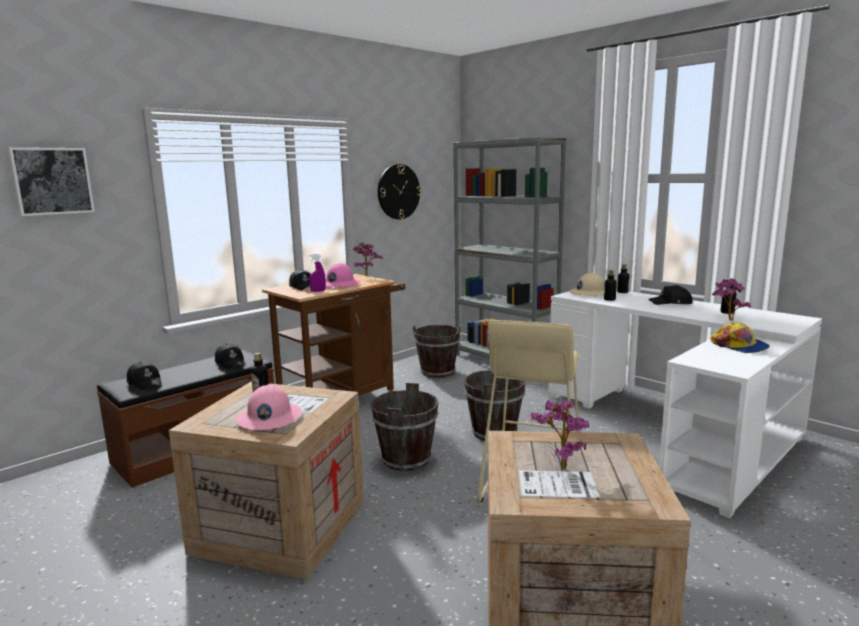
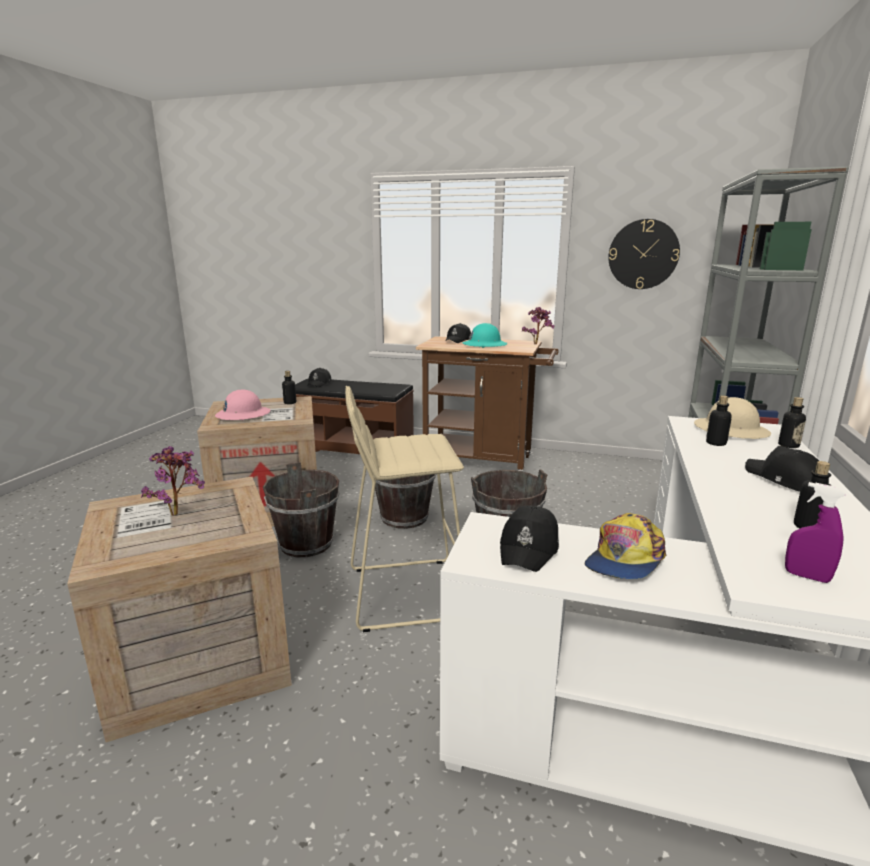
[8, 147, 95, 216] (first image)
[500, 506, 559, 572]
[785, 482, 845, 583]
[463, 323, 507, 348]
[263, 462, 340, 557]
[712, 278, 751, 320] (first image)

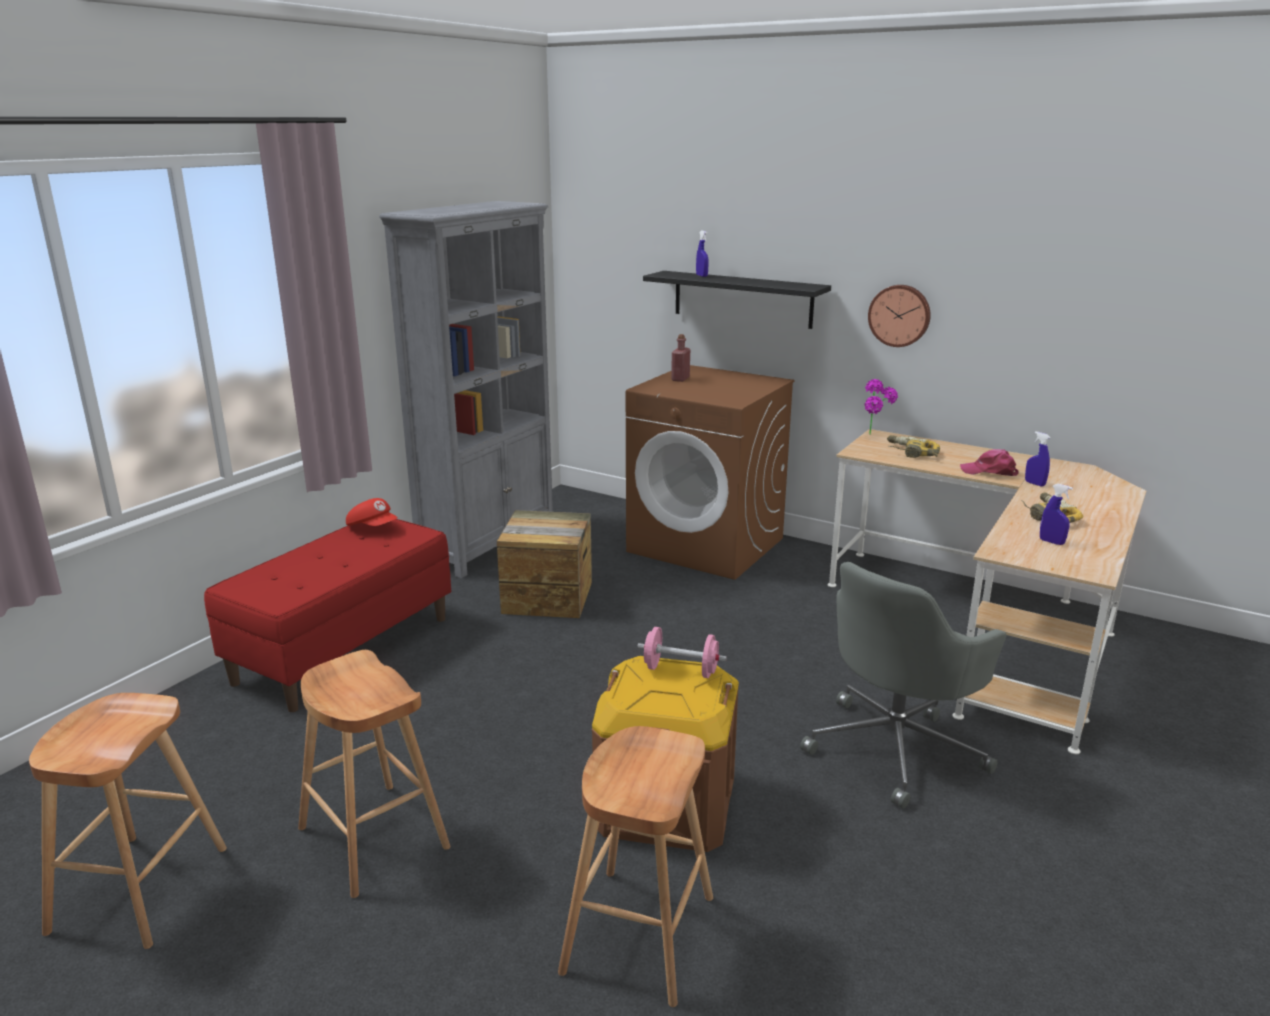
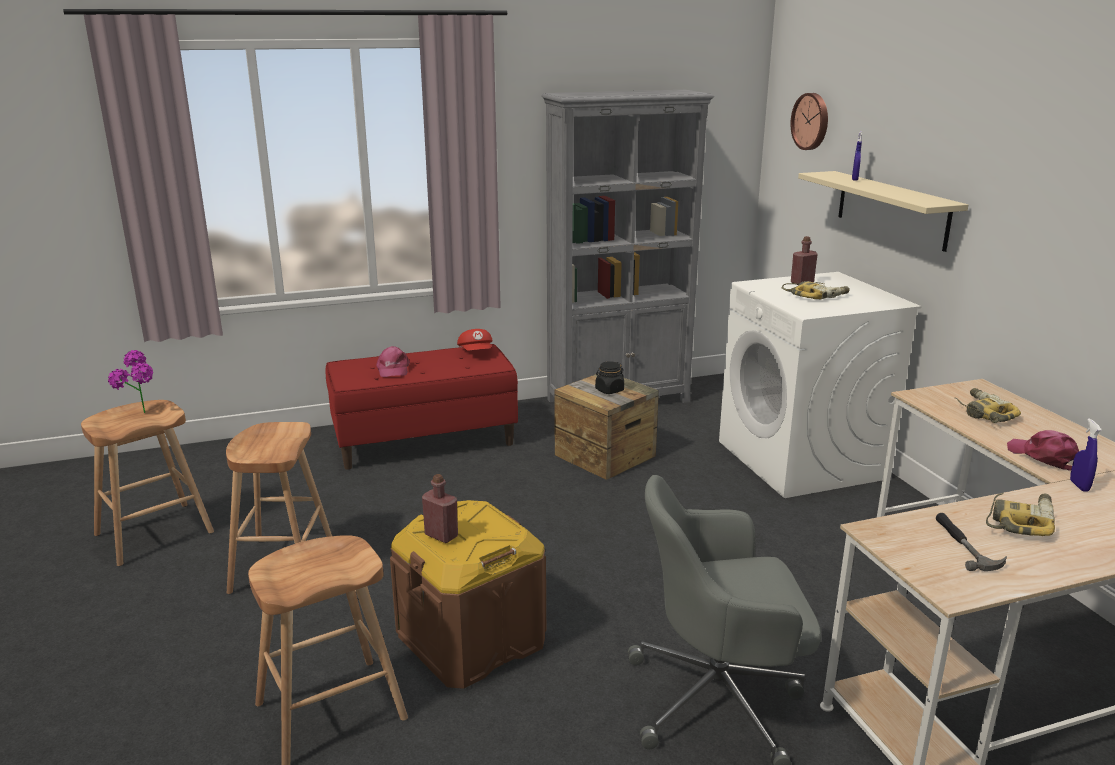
[719, 272, 922, 498]
[637, 627, 727, 678] (first image)
[798, 171, 968, 252]
[108, 350, 153, 413]
[791, 93, 828, 150]
[936, 513, 1007, 571]
[376, 346, 410, 377]
[422, 474, 458, 543]
[595, 361, 624, 394]
[782, 281, 850, 300]

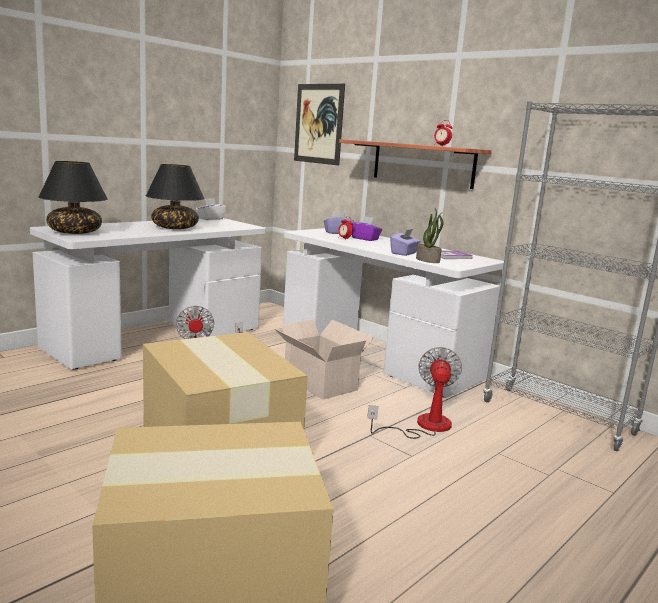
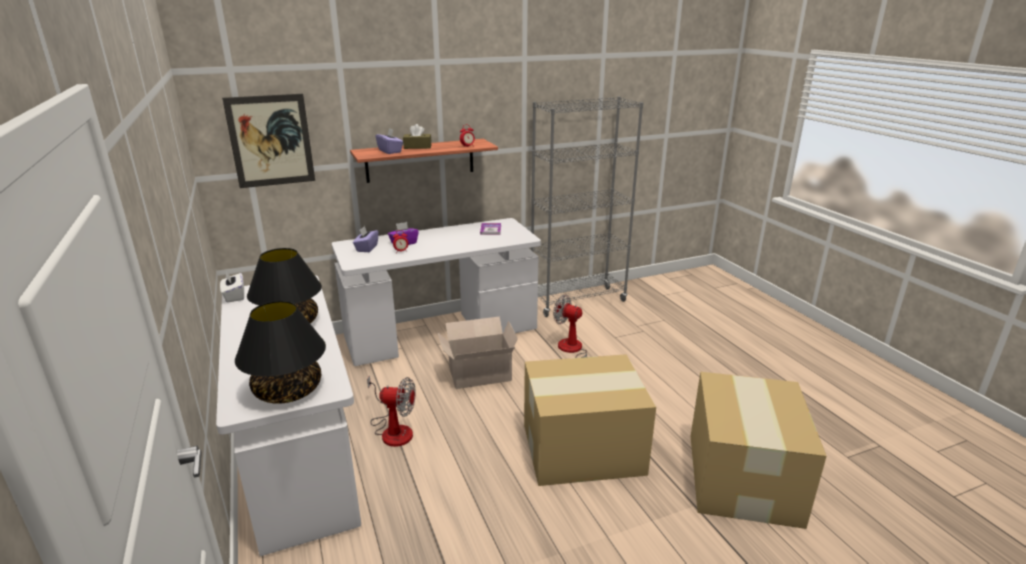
[375, 128, 403, 154]
[416, 208, 443, 263] (first image)
[403, 124, 431, 149]

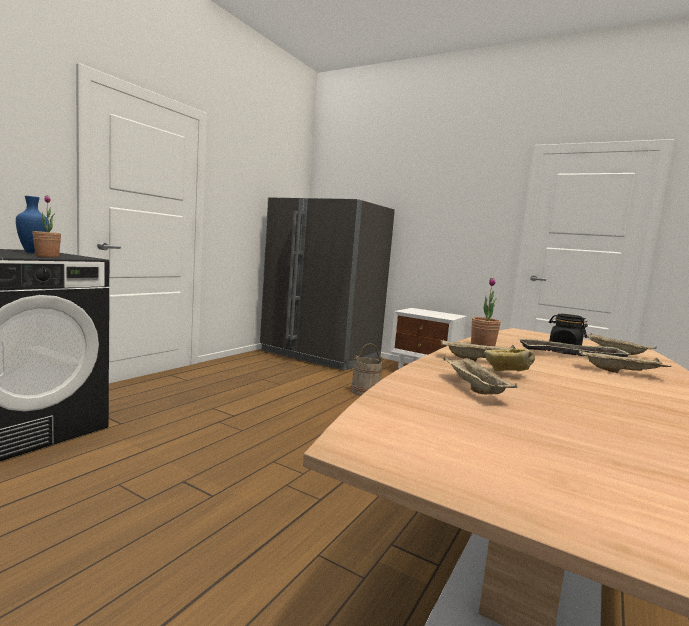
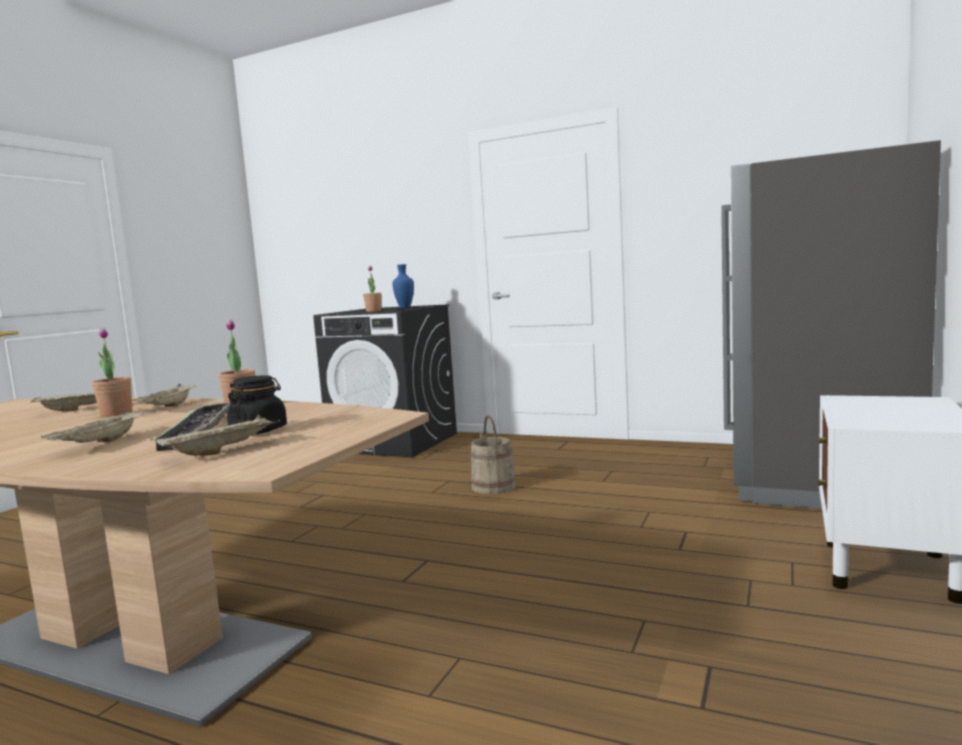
[471, 415, 516, 494]
[92, 328, 132, 417]

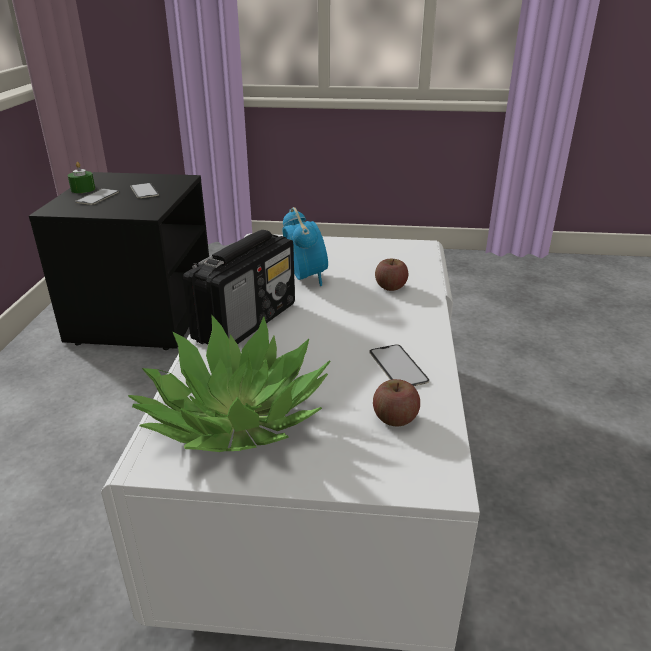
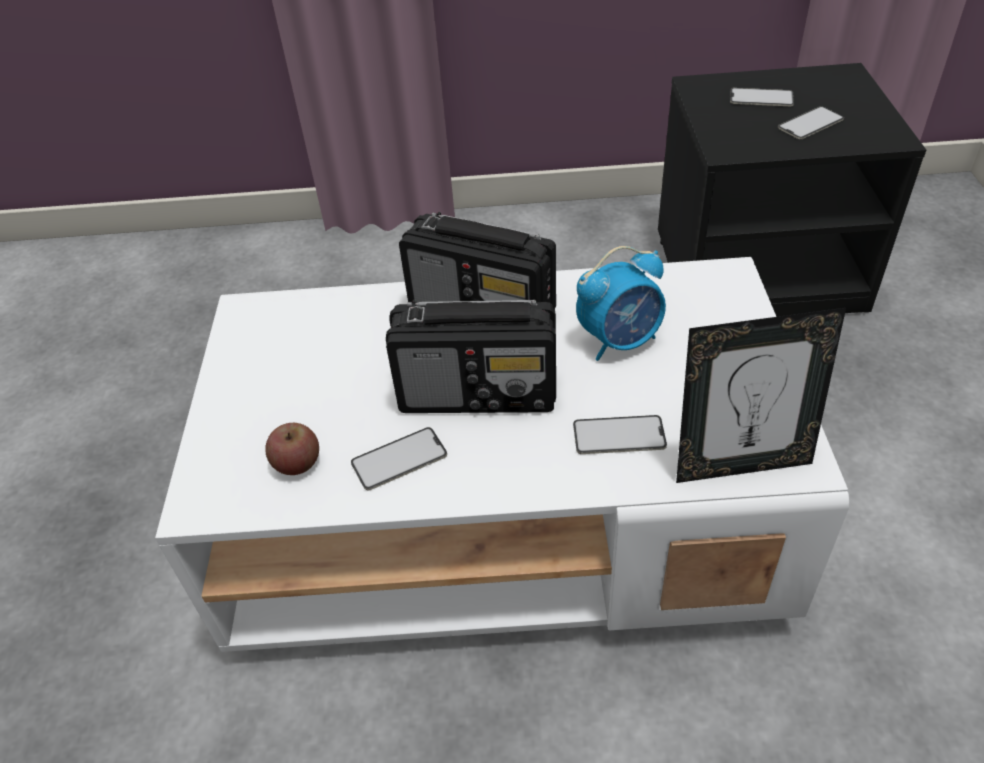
[68, 162, 95, 193] (first image)
[128, 314, 331, 452] (first image)
[573, 415, 667, 454]
[386, 300, 556, 413]
[676, 308, 846, 483]

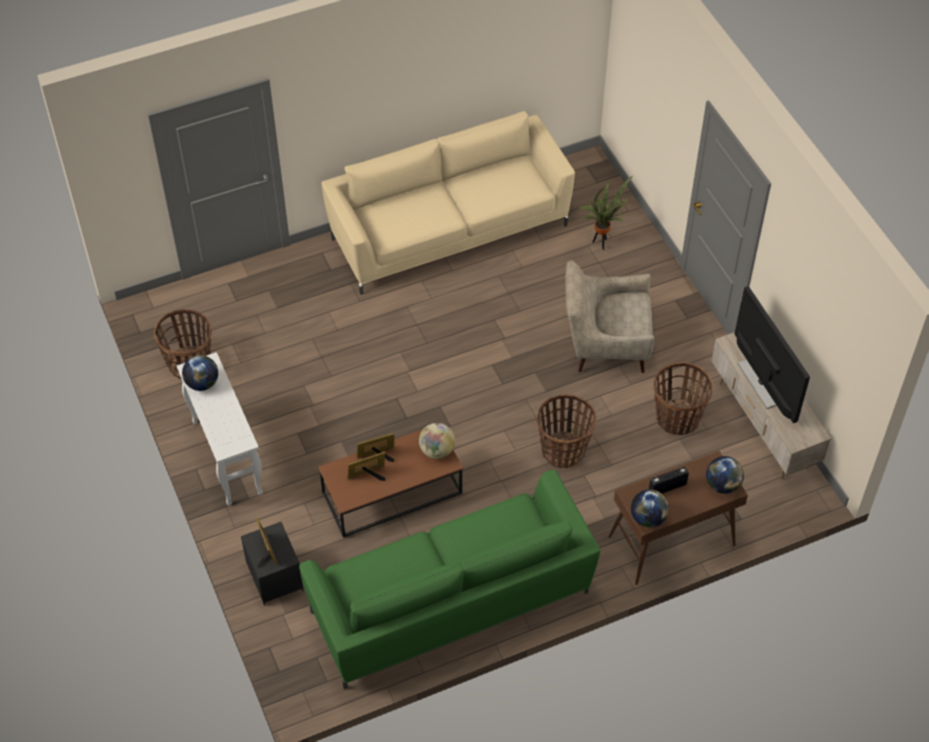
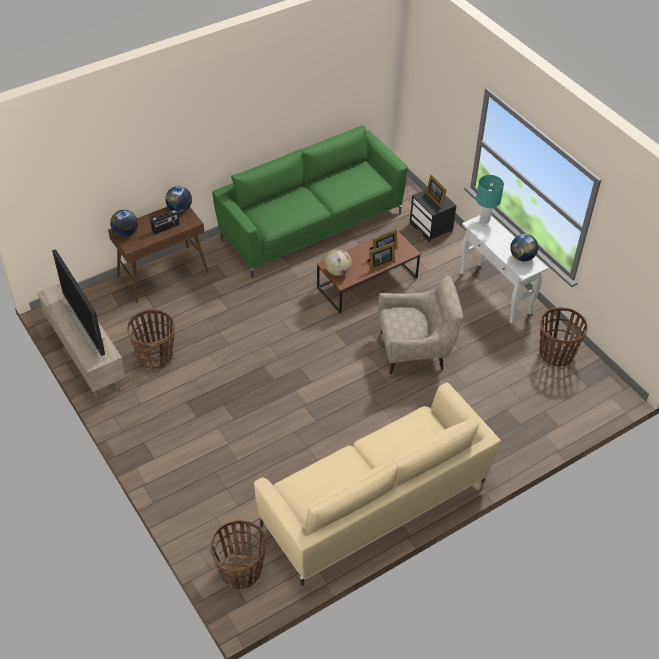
[210, 520, 266, 589]
[378, 276, 463, 375]
[580, 176, 632, 250] (first image)
[476, 175, 504, 223]

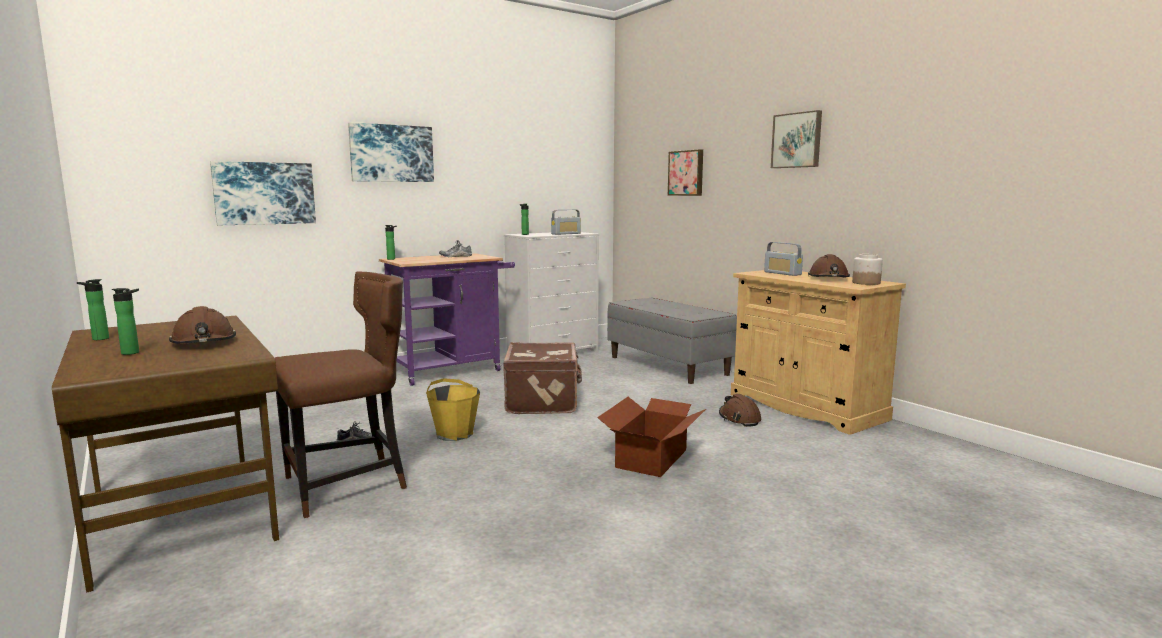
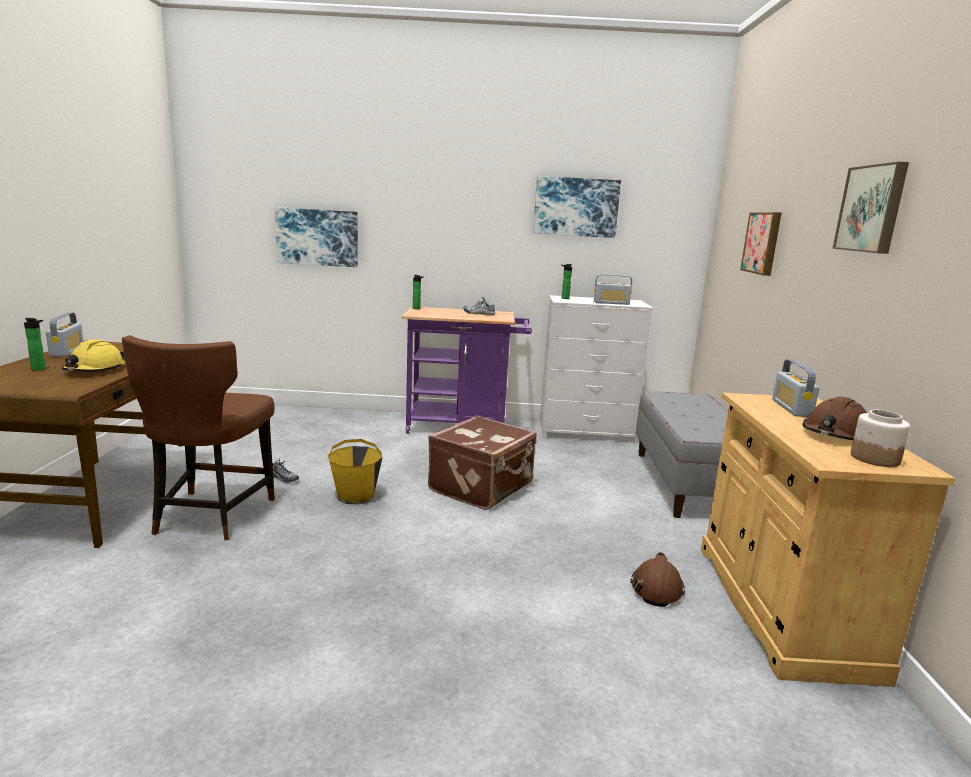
[46, 312, 84, 357]
[62, 340, 125, 371]
[122, 335, 275, 540]
[533, 176, 621, 238]
[597, 397, 706, 477] (first image)

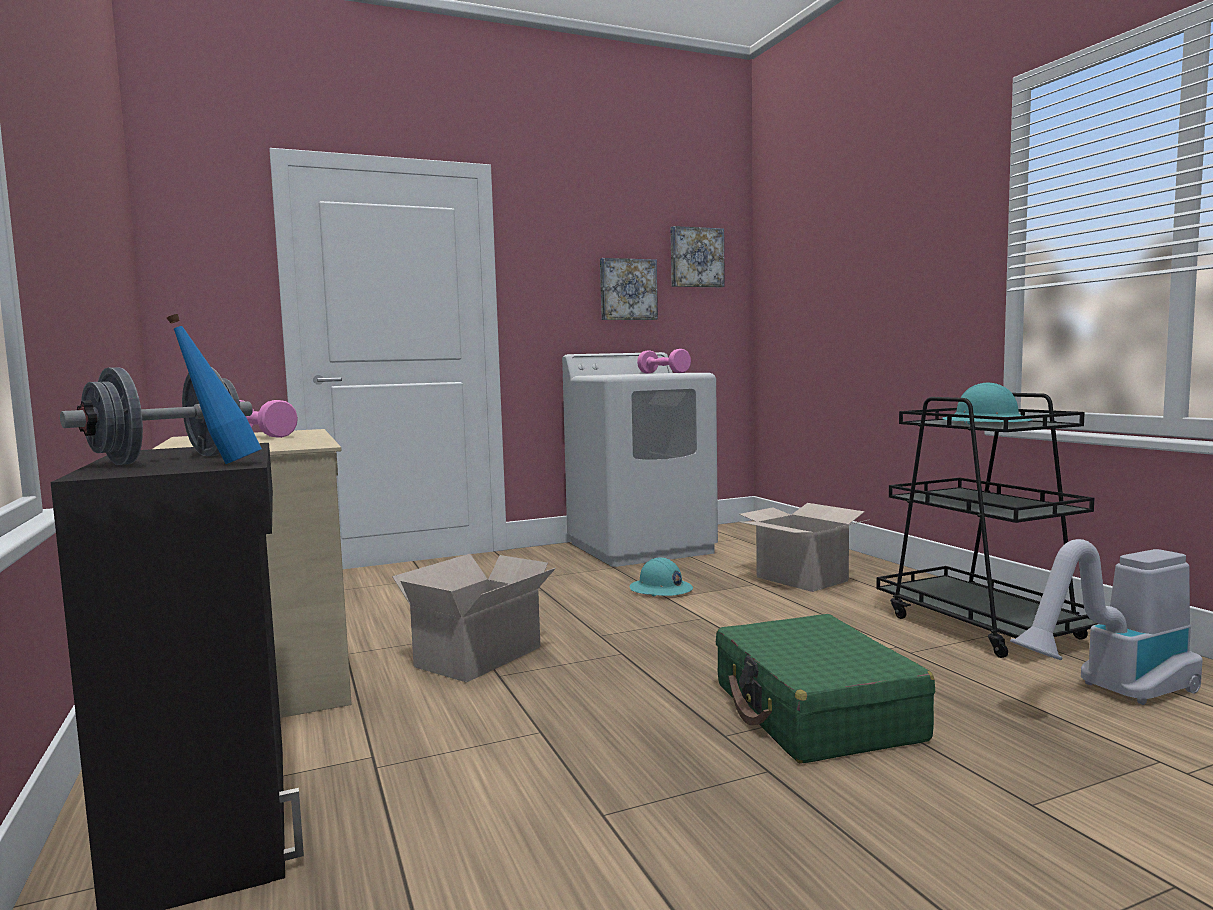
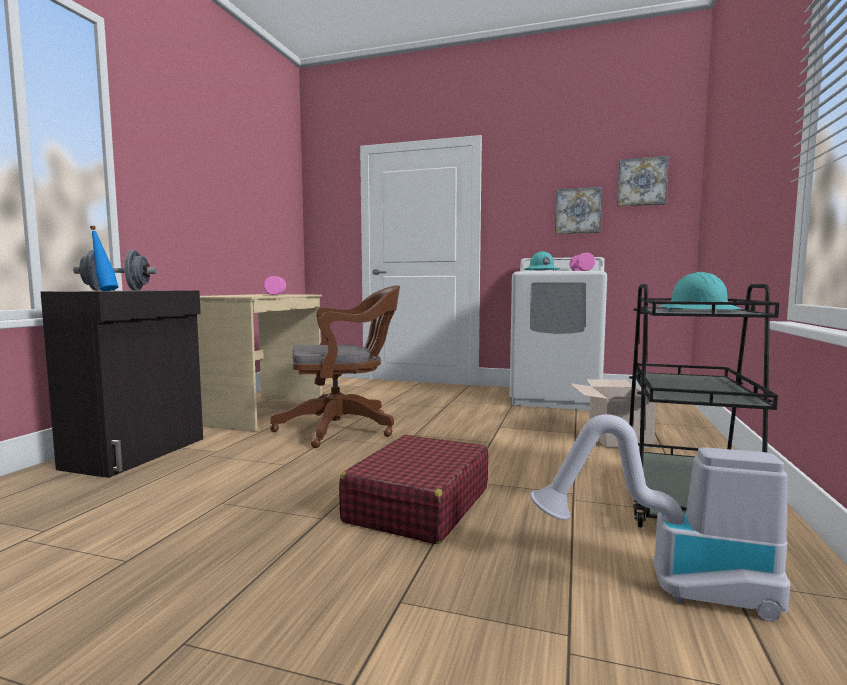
[270, 285, 400, 448]
[523, 251, 560, 271]
[339, 435, 488, 544]

